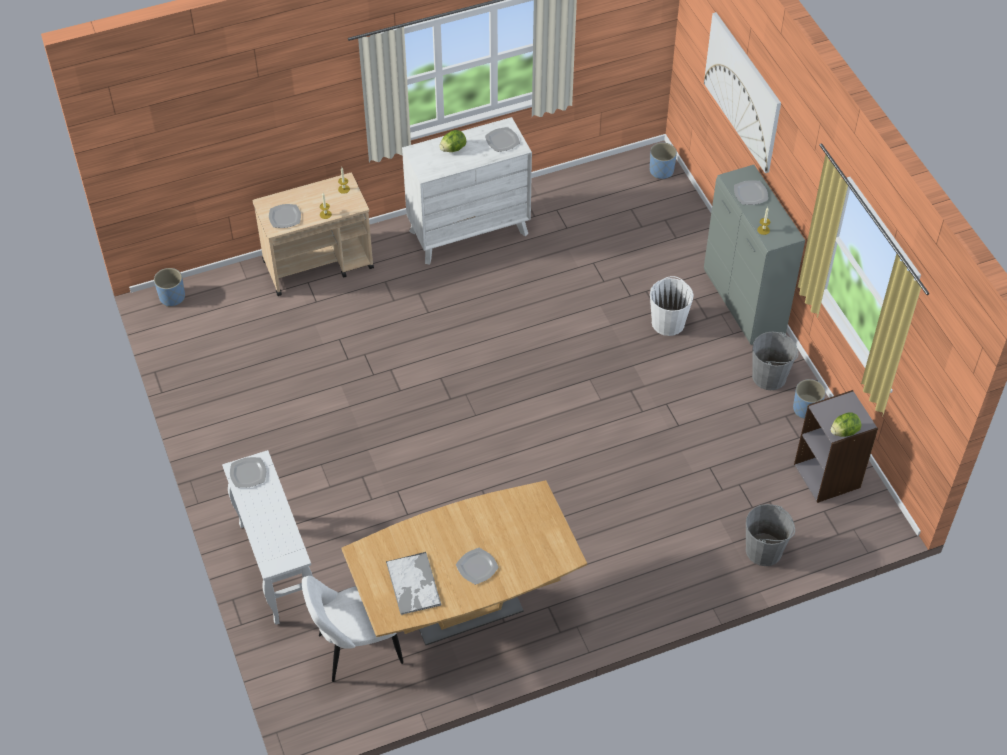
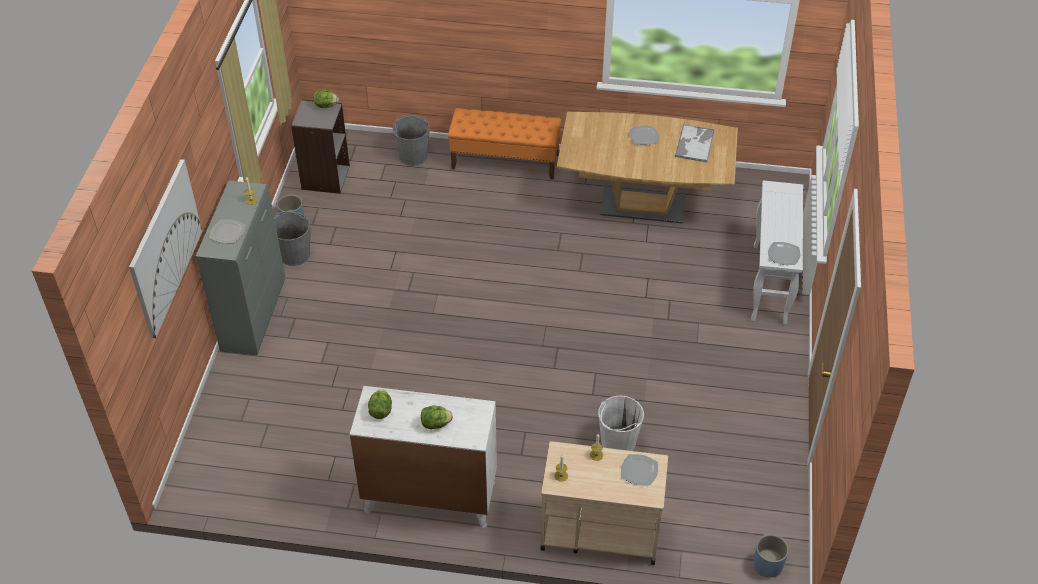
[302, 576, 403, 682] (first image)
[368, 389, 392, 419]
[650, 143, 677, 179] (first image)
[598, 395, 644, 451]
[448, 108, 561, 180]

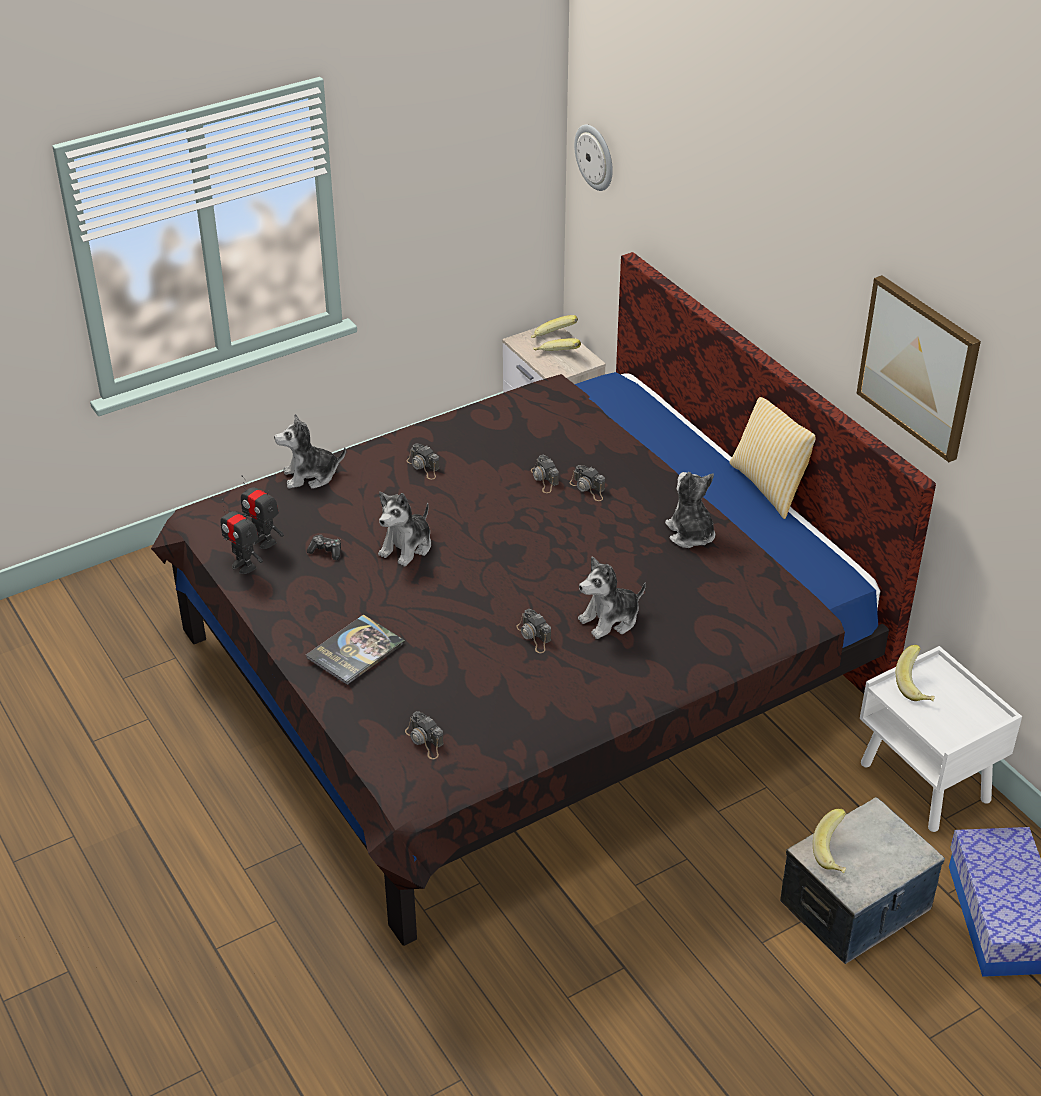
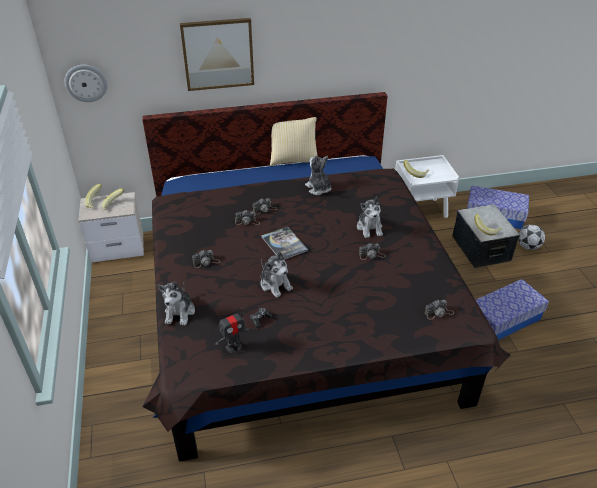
[220, 499, 263, 574] (first image)
[261, 226, 308, 260]
[305, 155, 331, 195]
[180, 18, 254, 91]
[476, 279, 549, 340]
[518, 225, 545, 250]

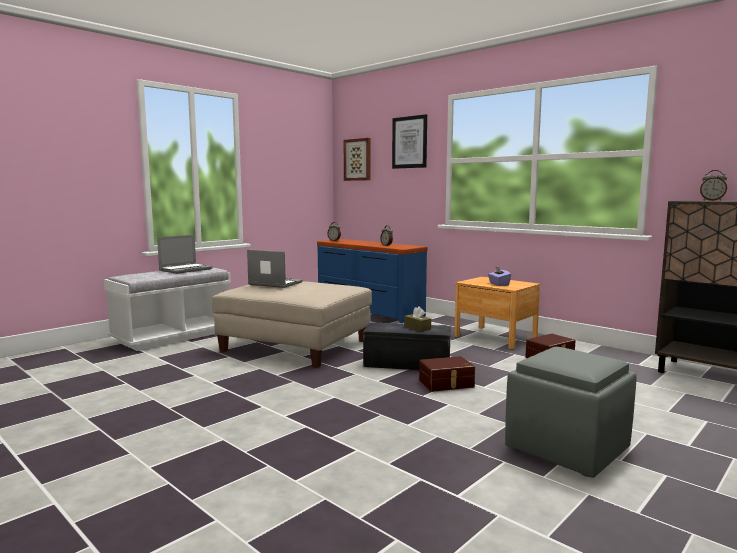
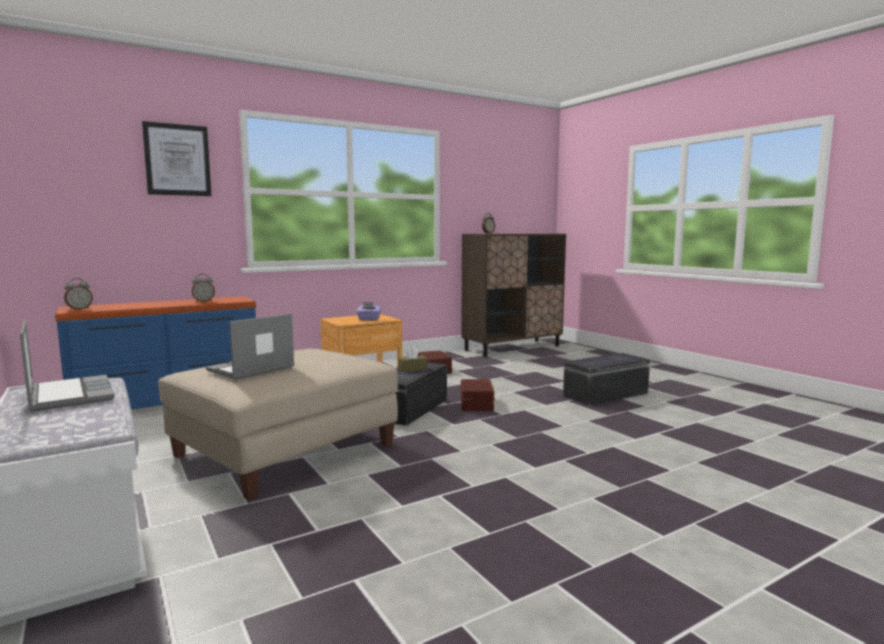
[344, 138, 370, 181] (first image)
[563, 353, 650, 406]

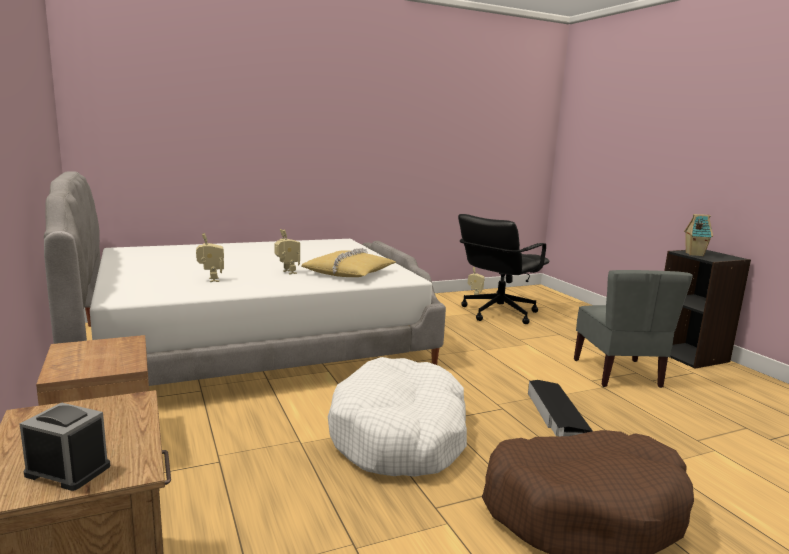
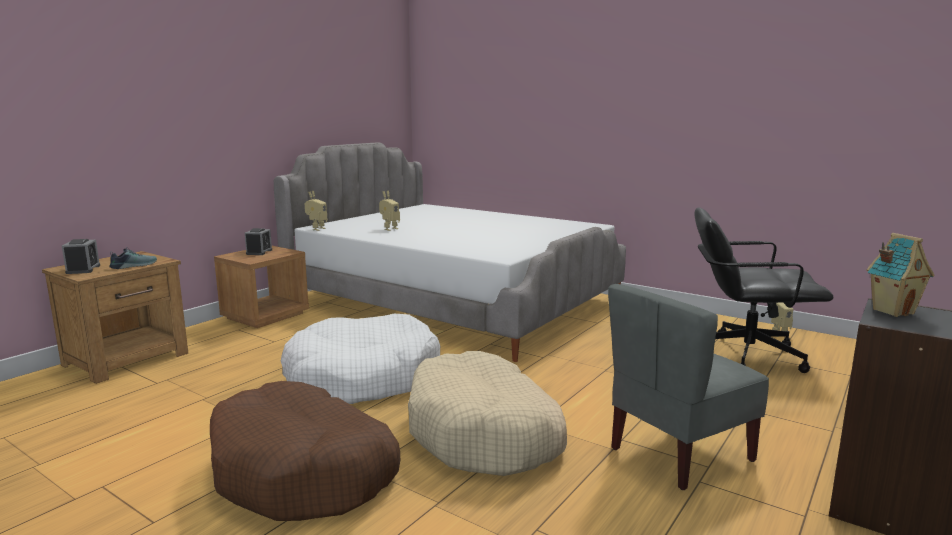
[305, 191, 327, 231]
[301, 248, 396, 277] (first image)
[408, 351, 567, 476]
[109, 247, 157, 269]
[245, 228, 272, 255]

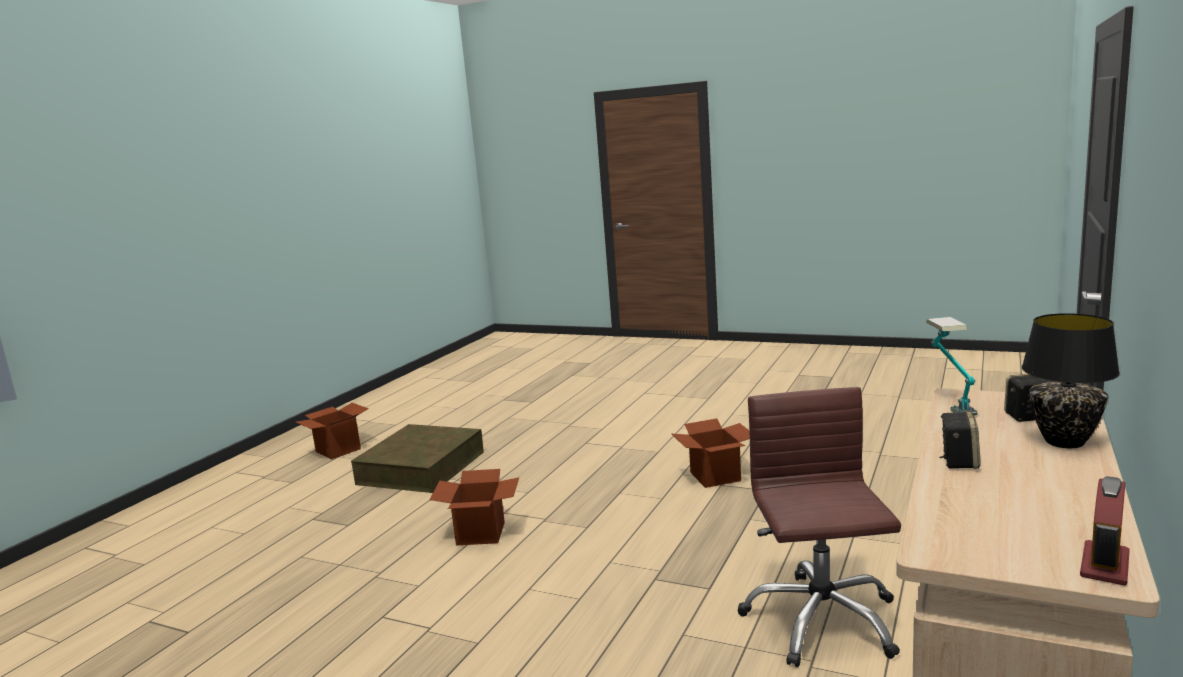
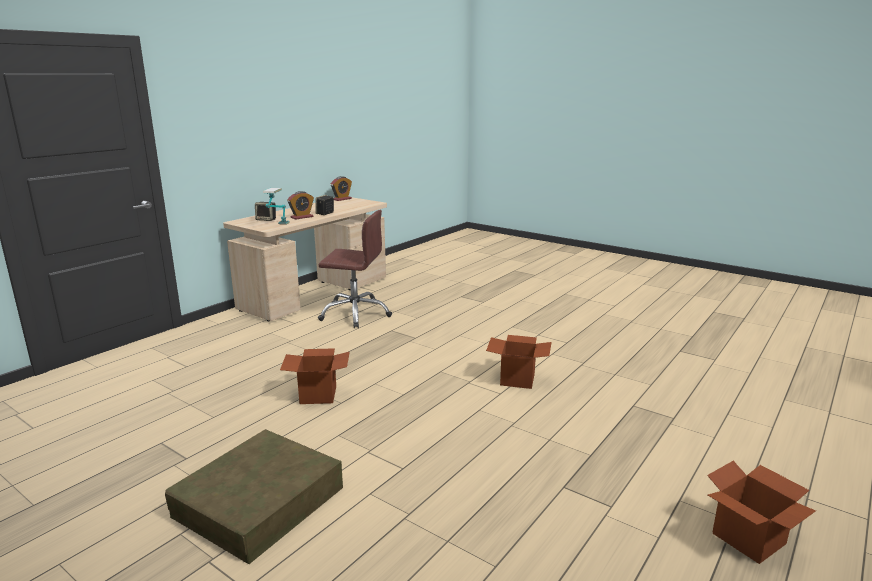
[165, 429, 343, 564]
[318, 210, 392, 328]
[1022, 313, 1120, 448] (first image)
[287, 191, 314, 220]

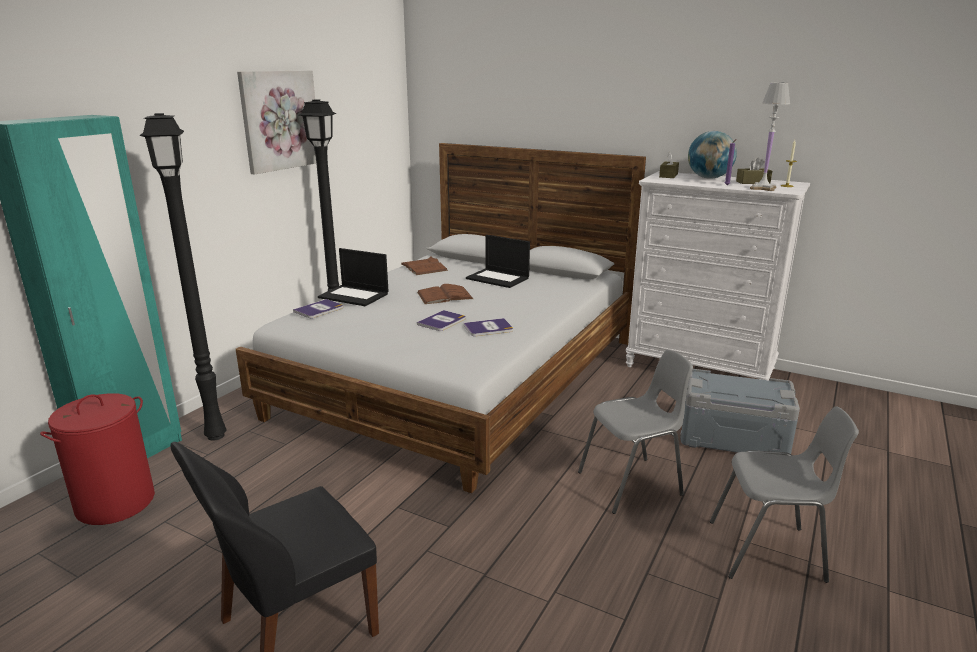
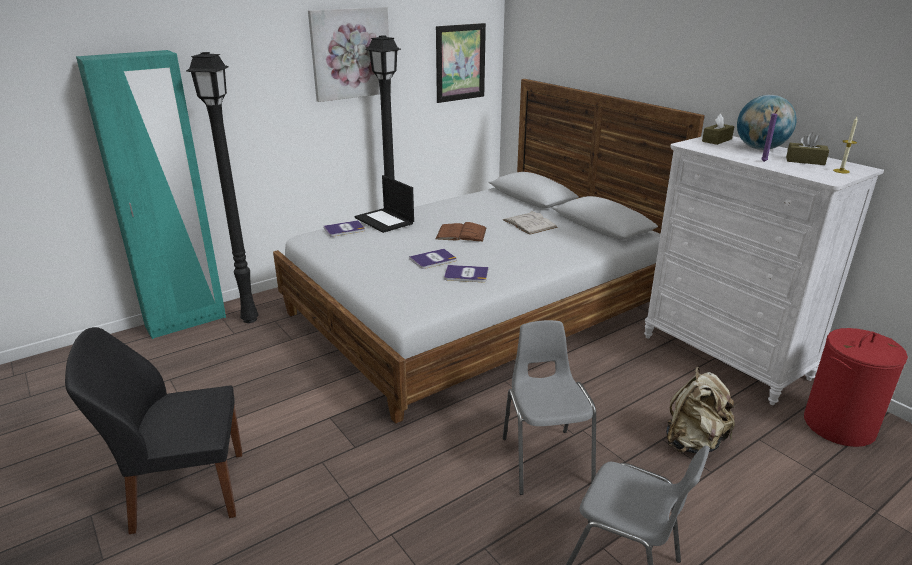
[804, 328, 908, 447]
[401, 257, 448, 275] (first image)
[503, 211, 558, 235]
[503, 320, 596, 495]
[666, 367, 737, 453]
[750, 82, 791, 191] (first image)
[436, 23, 486, 103]

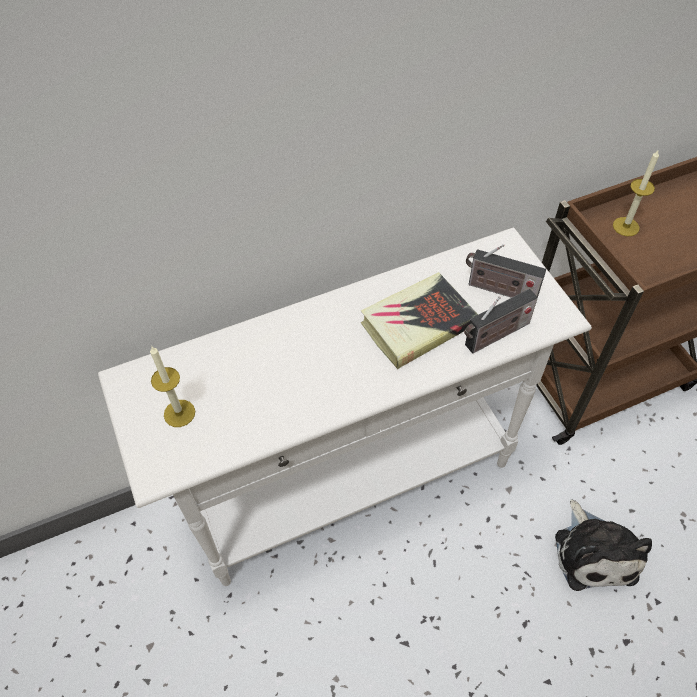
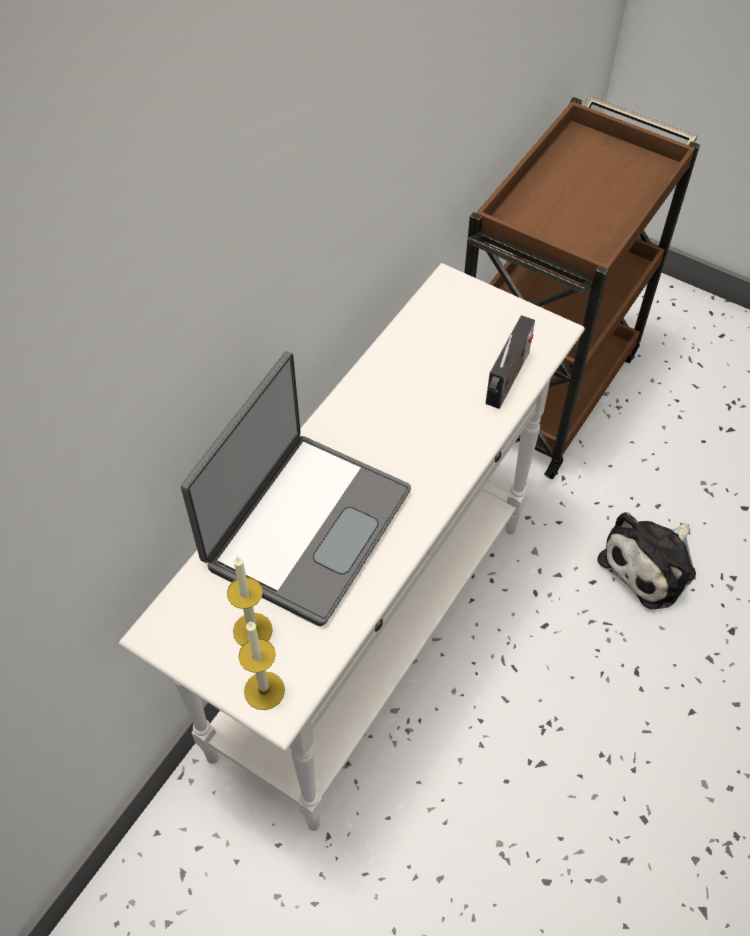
[360, 272, 478, 369] (first image)
[466, 244, 546, 298] (first image)
[597, 512, 696, 610]
[238, 622, 285, 710]
[181, 351, 411, 626]

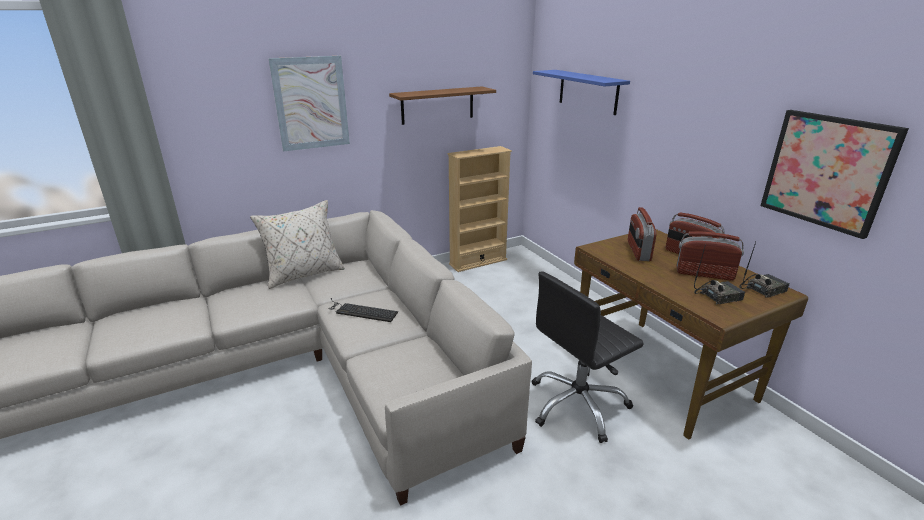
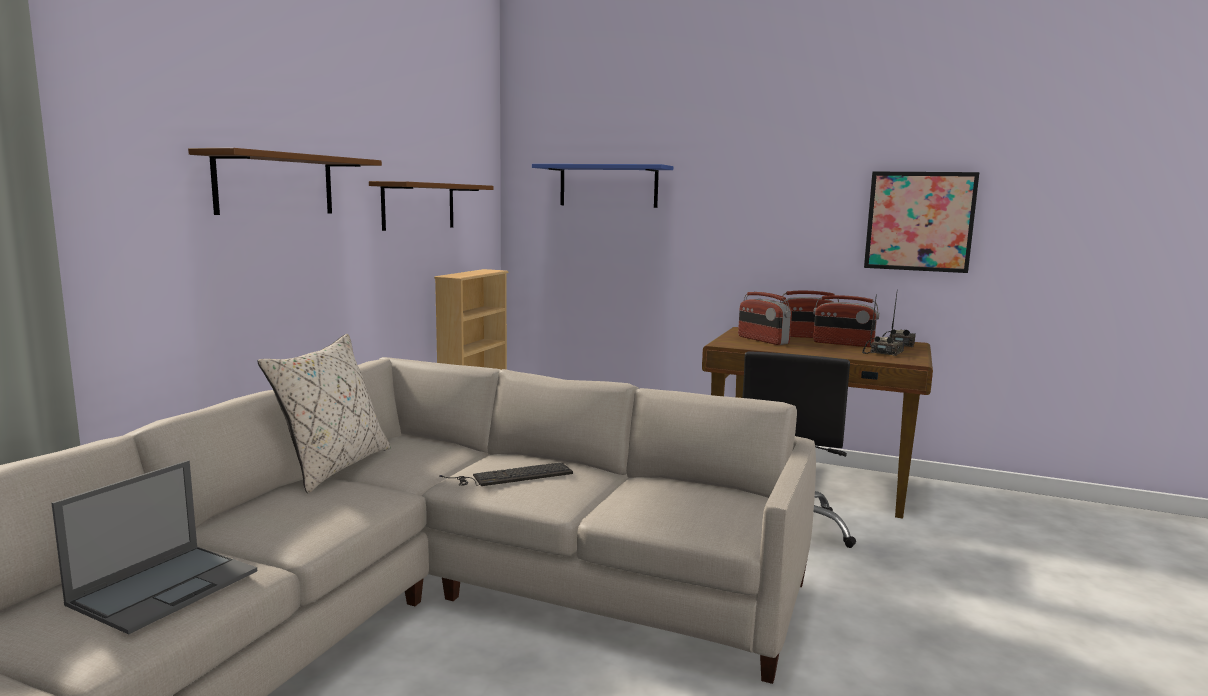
[188, 148, 382, 215]
[813, 295, 879, 347]
[52, 460, 257, 634]

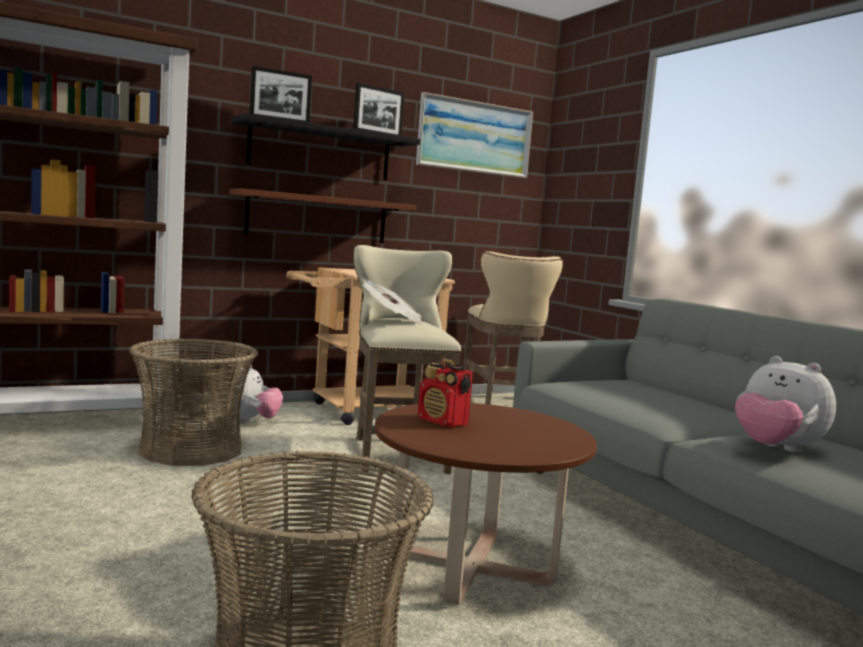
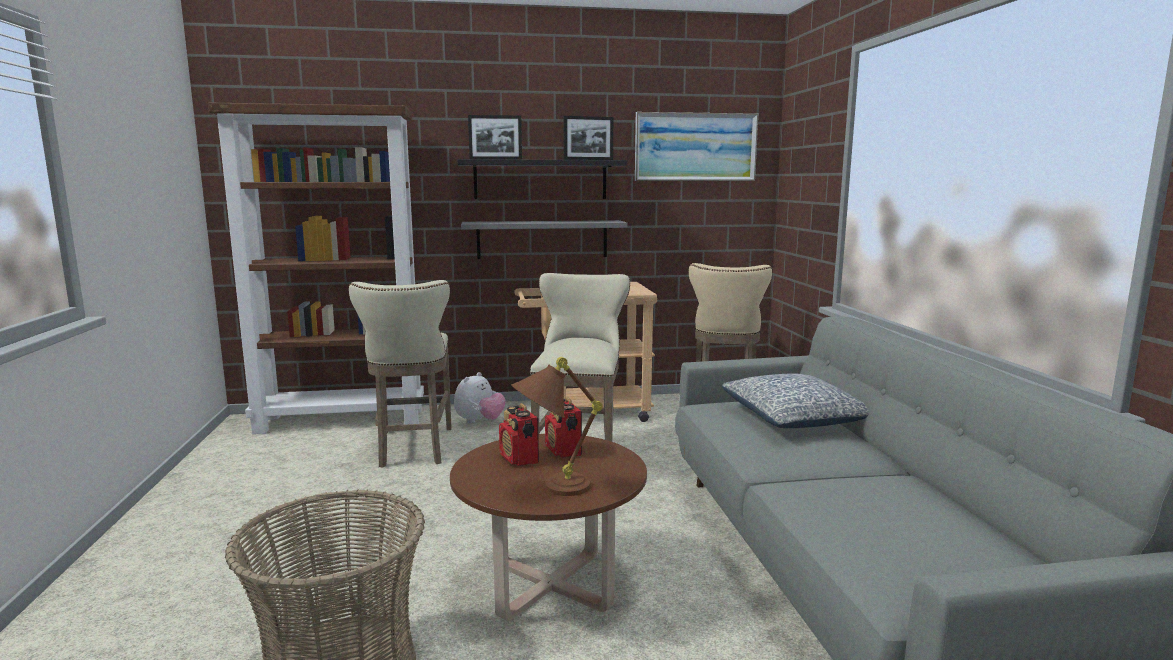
[349, 280, 452, 467]
[461, 220, 628, 259]
[362, 278, 422, 324] (first image)
[735, 356, 836, 453] (first image)
[511, 357, 603, 496]
[545, 397, 582, 457]
[722, 373, 869, 428]

